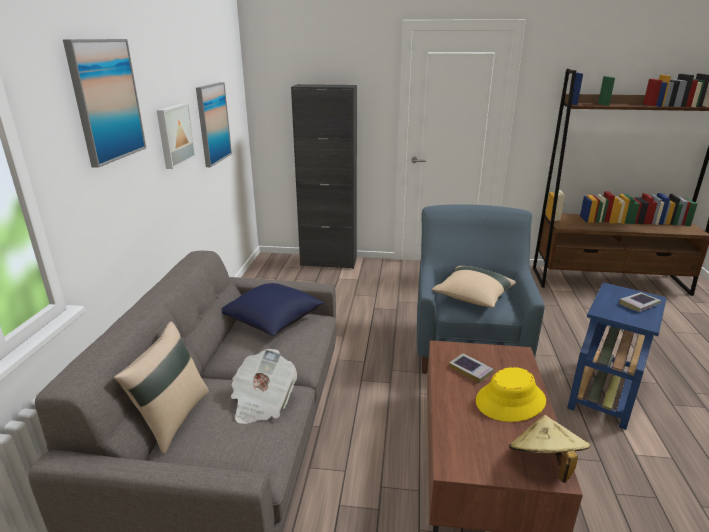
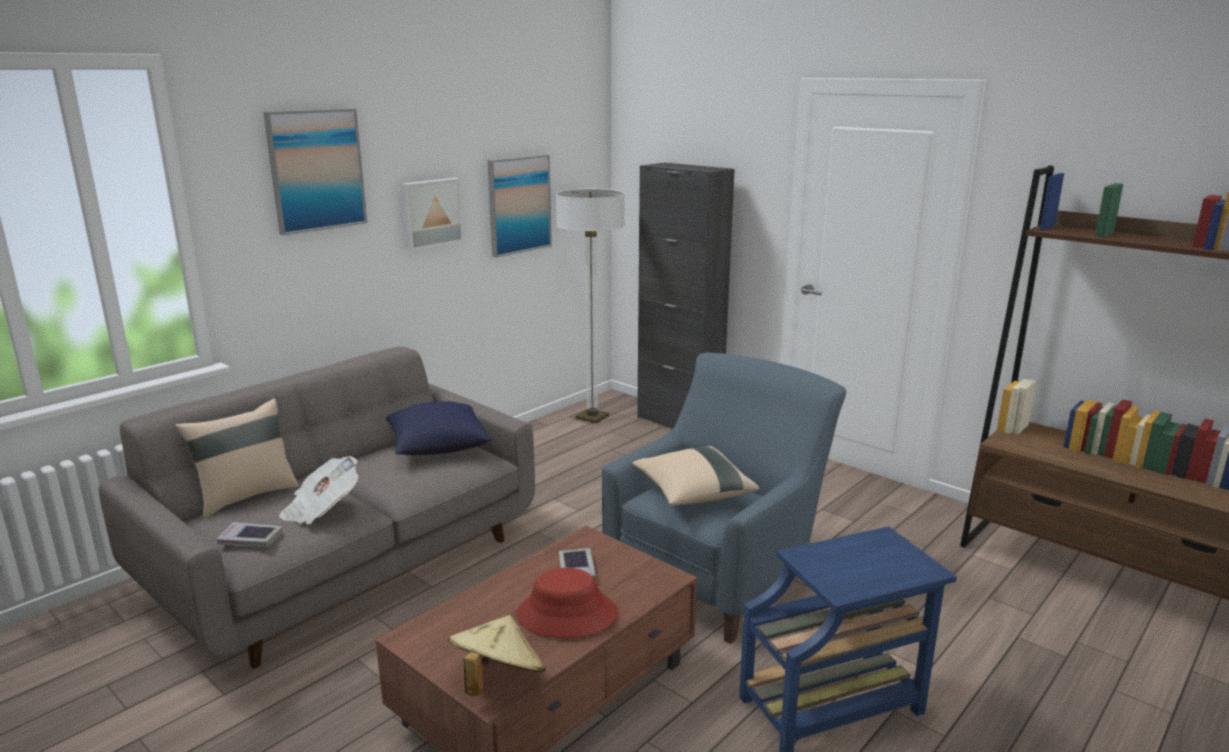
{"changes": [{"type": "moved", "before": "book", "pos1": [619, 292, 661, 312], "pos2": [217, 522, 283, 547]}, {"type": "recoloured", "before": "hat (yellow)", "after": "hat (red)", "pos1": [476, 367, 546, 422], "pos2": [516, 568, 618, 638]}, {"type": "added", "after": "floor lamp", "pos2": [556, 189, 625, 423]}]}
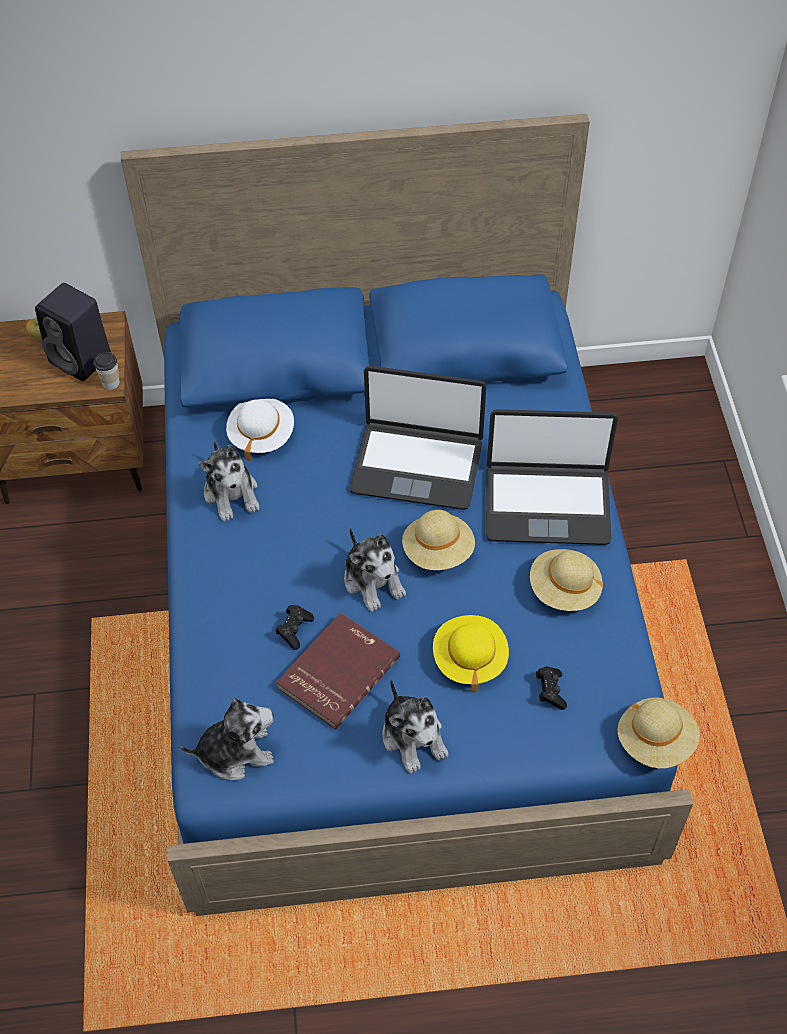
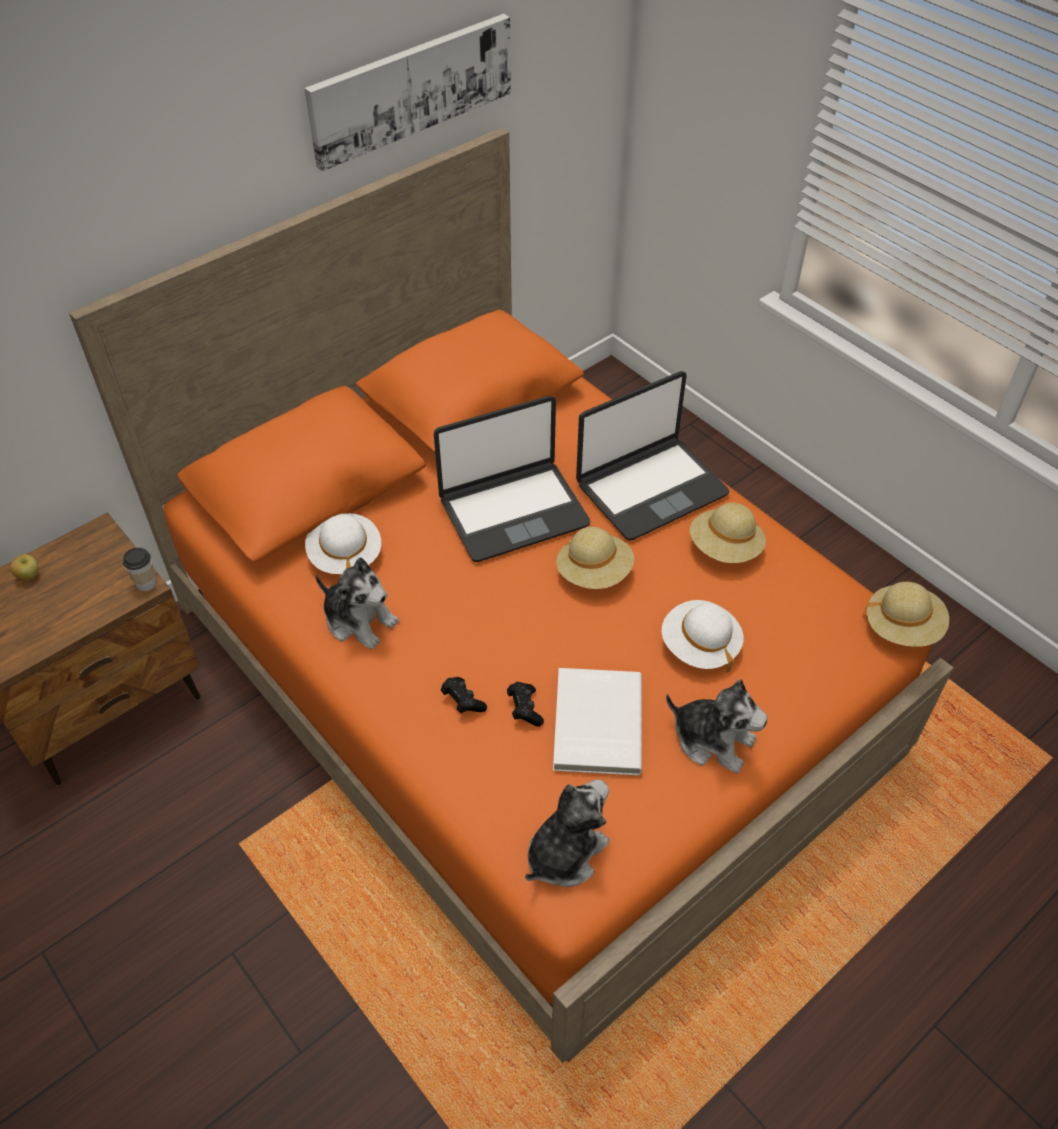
{"changes": [{"type": "recoloured", "before": "bed (blue)", "after": "bed (orange)", "pos1": [121, 114, 693, 916], "pos2": [69, 128, 954, 1063]}, {"type": "removed", "before": "speaker (black)", "pos1": [35, 283, 111, 381]}, {"type": "removed", "before": "plush toy", "pos1": [344, 527, 406, 612]}, {"type": "recoloured", "before": "book (red)", "after": "book (white)", "pos1": [276, 613, 400, 729], "pos2": [553, 668, 642, 775]}, {"type": "recoloured", "before": "hat (yellow)", "after": "hat (white)", "pos1": [433, 615, 509, 693], "pos2": [662, 600, 744, 673]}, {"type": "moved", "before": "game controller (black)", "pos1": [536, 666, 567, 710], "pos2": [441, 677, 487, 713]}, {"type": "added", "after": "picture", "pos2": [304, 14, 511, 171]}]}
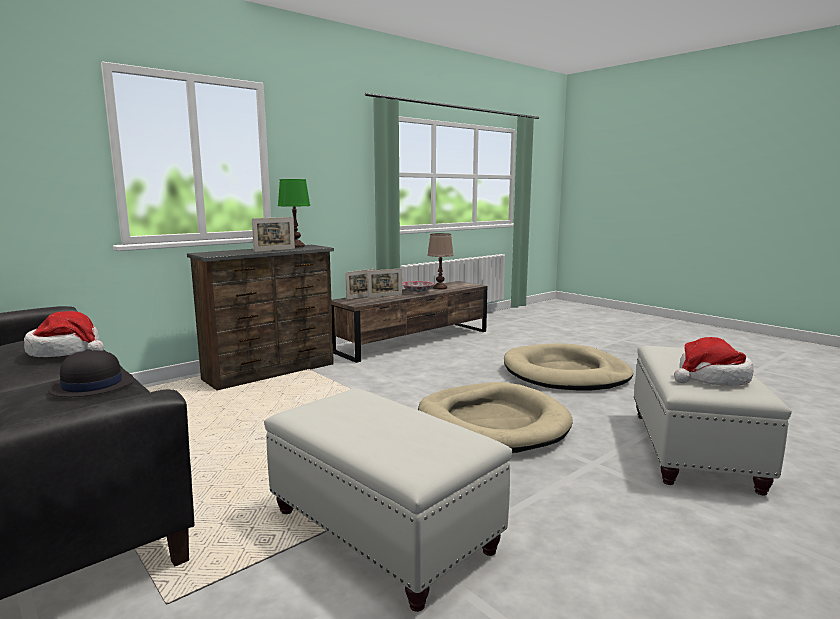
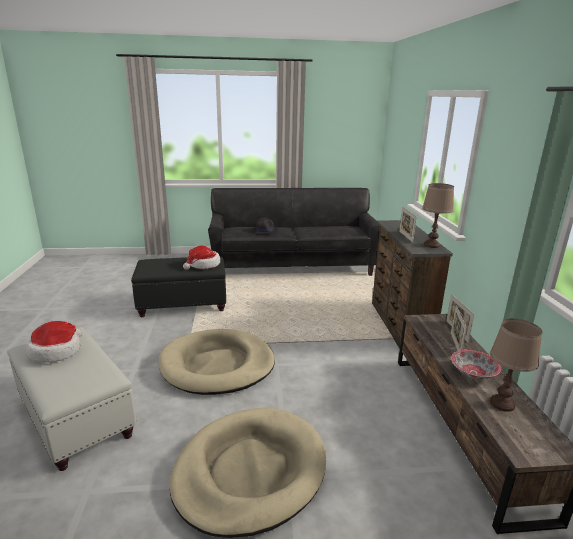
{"changes": [{"type": "recoloured", "before": "table lamp (green)", "after": "table lamp (brown)", "pos1": [278, 179, 310, 248], "pos2": [422, 183, 454, 248]}, {"type": "moved", "before": "hat", "pos1": [24, 311, 104, 357], "pos2": [183, 246, 220, 270]}, {"type": "recoloured", "before": "ottoman (white)", "after": "ottoman (black)", "pos1": [264, 389, 512, 612], "pos2": [131, 256, 226, 317]}]}
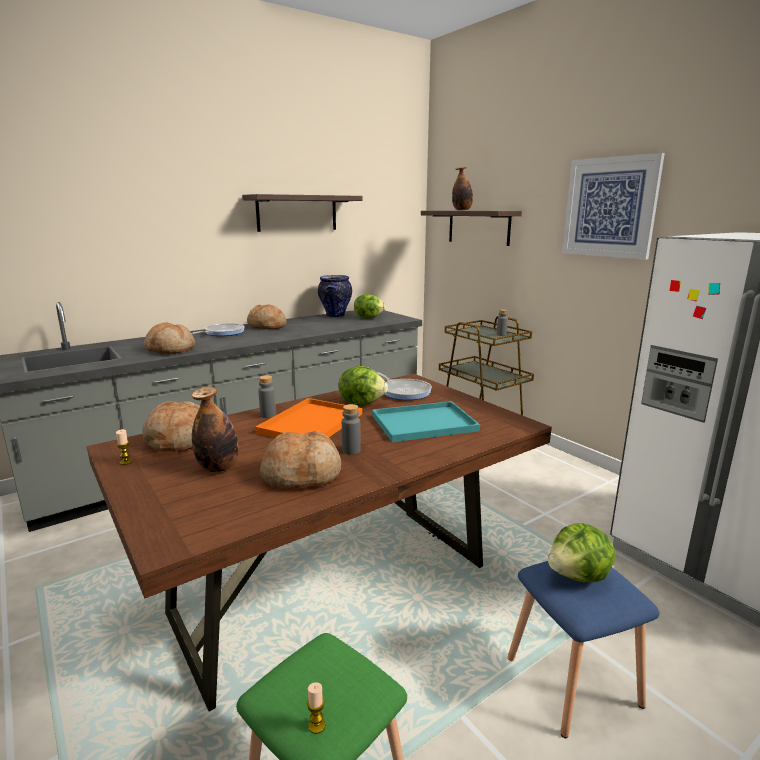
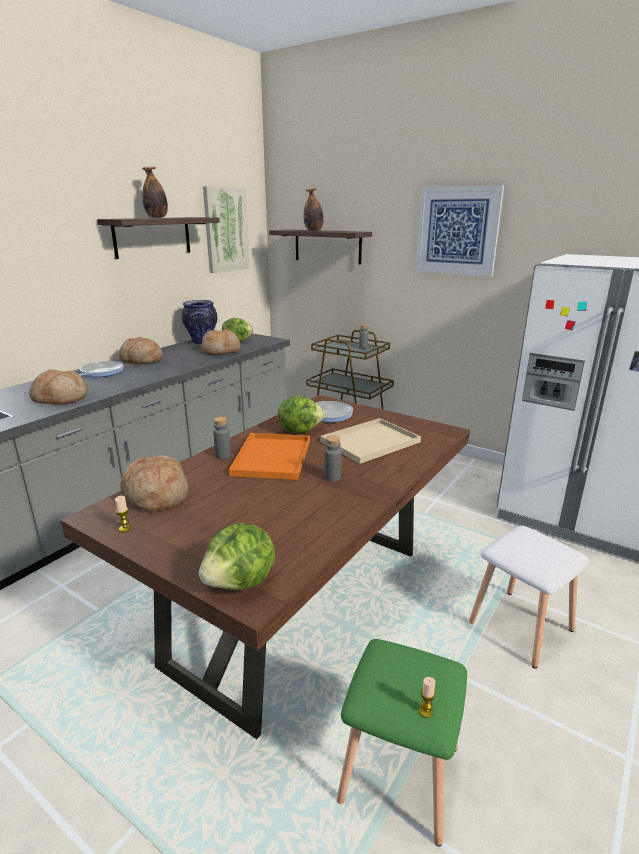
{"changes": [{"type": "moved", "before": "bottle", "pos1": [192, 386, 239, 472], "pos2": [142, 167, 168, 218]}, {"type": "recoloured", "before": "tray (turquoise)", "after": "tray (beige)", "pos1": [372, 401, 480, 442], "pos2": [320, 418, 421, 464]}, {"type": "moved", "before": "bread", "pos1": [260, 430, 341, 488], "pos2": [201, 329, 241, 355]}, {"type": "moved", "before": "lettuce", "pos1": [548, 523, 615, 583], "pos2": [199, 523, 275, 590]}, {"type": "recoloured", "before": "stool (blue)", "after": "stool (white)", "pos1": [507, 561, 660, 738], "pos2": [469, 526, 589, 668]}, {"type": "added", "after": "picture", "pos2": [203, 186, 250, 273]}]}
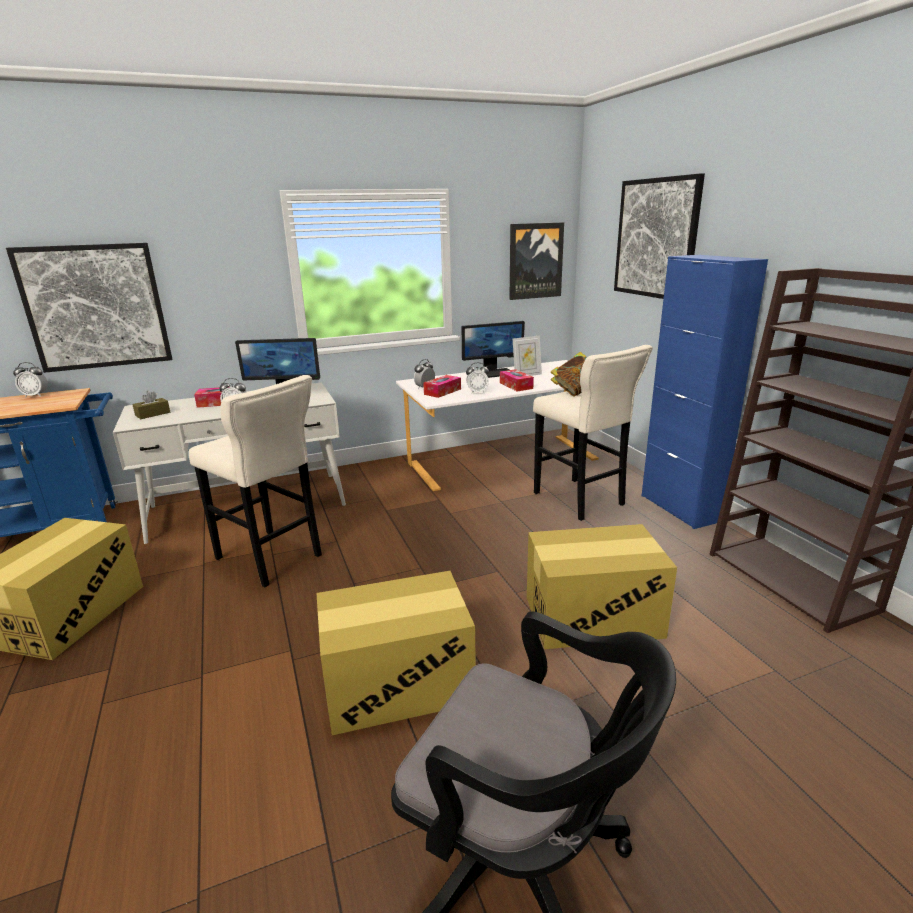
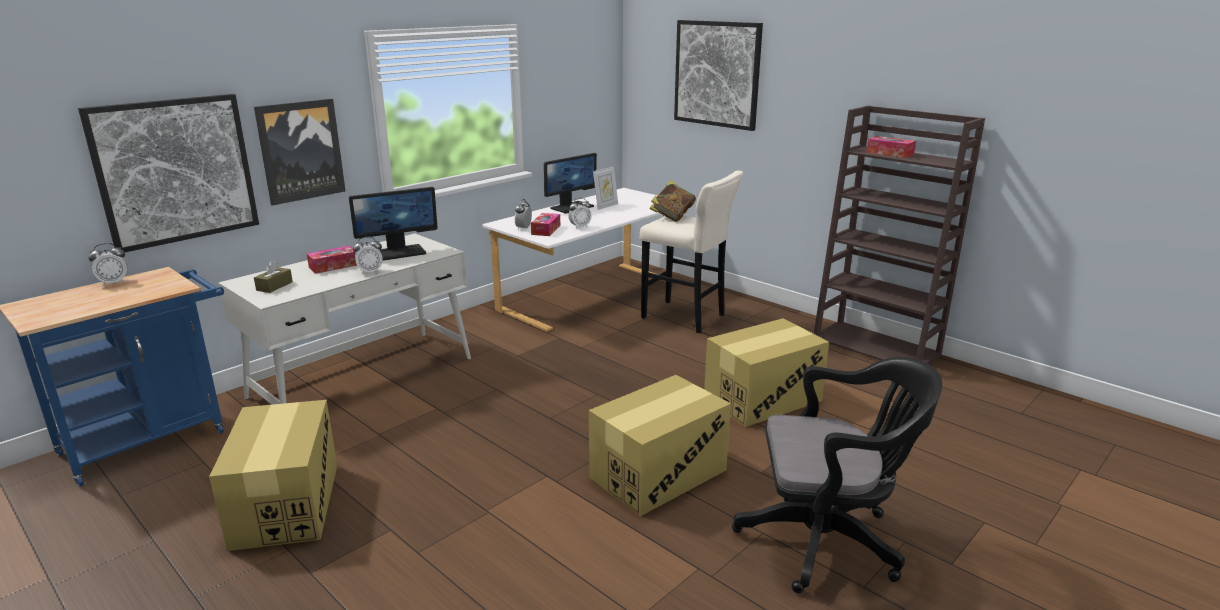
{"changes": [{"type": "moved", "before": "picture", "pos1": [509, 222, 564, 300], "pos2": [254, 99, 346, 206]}, {"type": "removed", "before": "cabinet (blue)", "pos1": [642, 255, 768, 529]}, {"type": "moved", "before": "tissue box", "pos1": [500, 369, 534, 391], "pos2": [866, 136, 916, 158]}, {"type": "removed", "before": "stool (beige)", "pos1": [189, 375, 322, 587]}]}
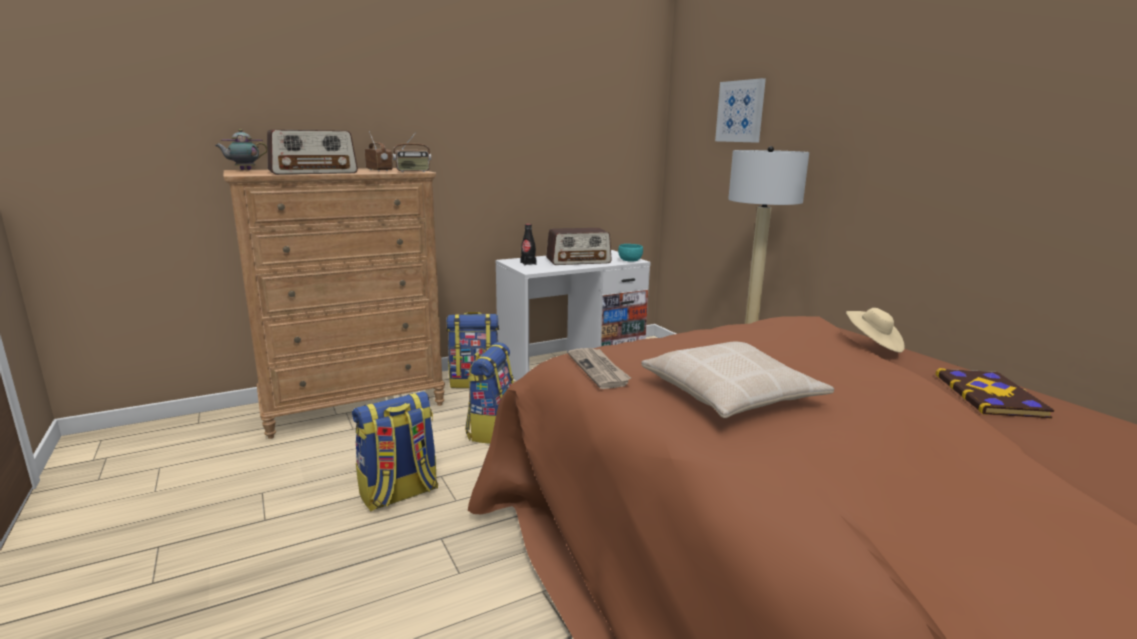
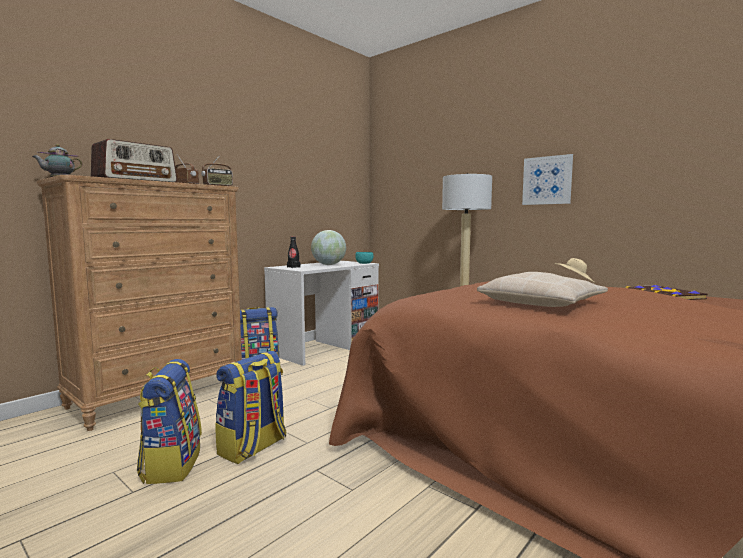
{"changes": [{"type": "moved", "before": "picture", "pos1": [715, 78, 766, 143], "pos2": [522, 154, 573, 205]}, {"type": "replaced", "before": "radio", "after": "globe", "pos1": [546, 228, 612, 265], "pos2": [311, 230, 346, 265]}, {"type": "moved", "before": "backpack", "pos1": [465, 342, 514, 444], "pos2": [137, 359, 202, 484]}, {"type": "removed", "before": "newspaper", "pos1": [568, 348, 631, 389]}]}
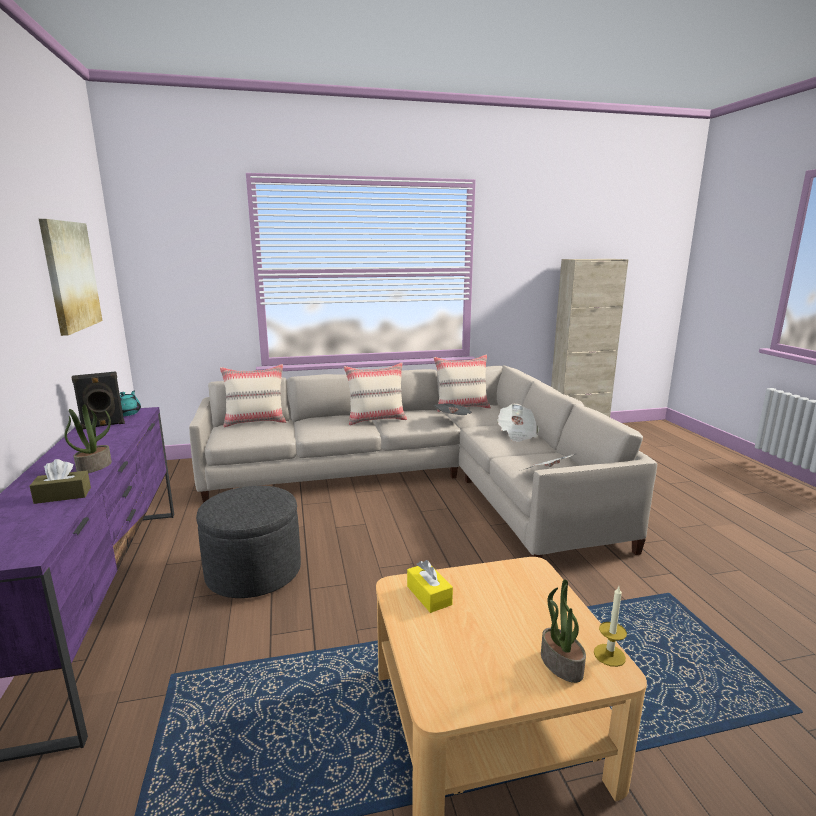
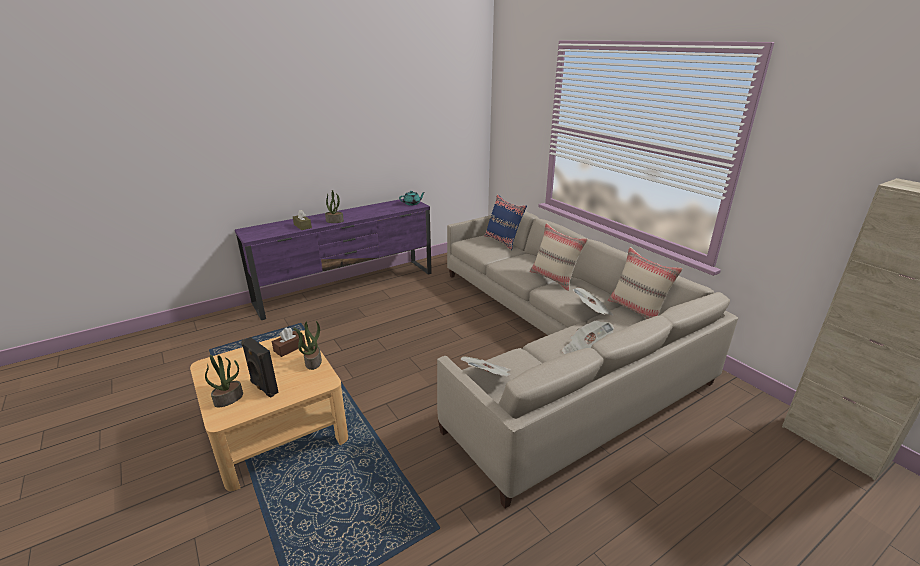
{"changes": [{"type": "removed", "before": "picture", "pos1": [39, 219, 103, 336]}, {"type": "recoloured", "before": "pillow (beige)", "after": "pillow (blue)", "pos1": [220, 364, 286, 427], "pos2": [484, 194, 527, 250]}, {"type": "moved", "before": "speaker (black)", "pos1": [71, 371, 125, 429], "pos2": [241, 337, 279, 397]}, {"type": "removed", "before": "ottoman (grey)", "pos1": [196, 486, 301, 598]}, {"type": "recoloured", "before": "tissue box (yellow)", "after": "tissue box (brown)", "pos1": [407, 560, 453, 613], "pos2": [272, 328, 306, 357]}, {"type": "removed", "before": "candle", "pos1": [594, 586, 627, 667]}, {"type": "added", "after": "potted plant", "pos2": [293, 321, 322, 370]}]}
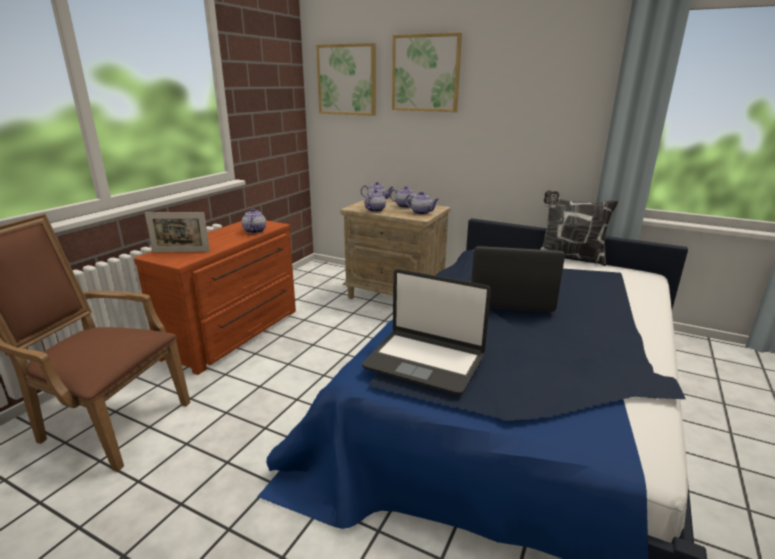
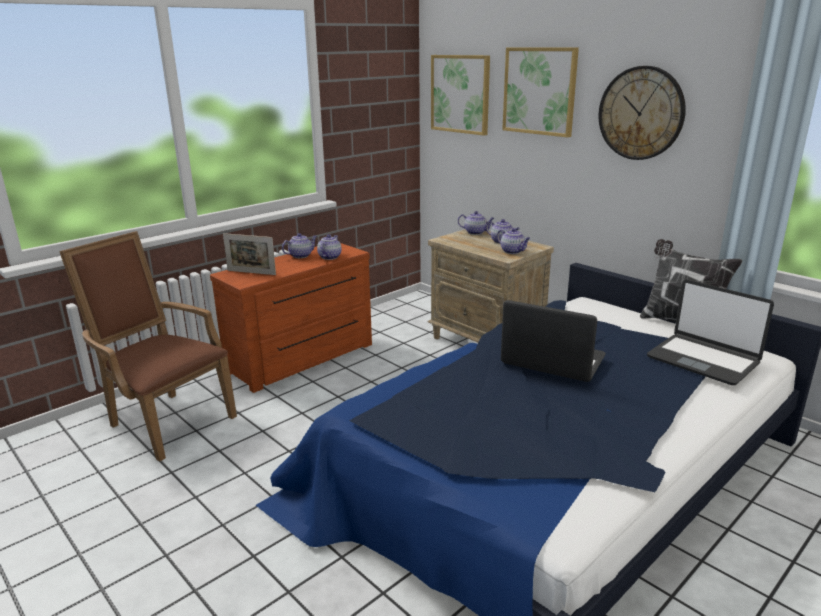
{"changes": [{"type": "moved", "before": "teapot", "pos1": [364, 189, 386, 212], "pos2": [282, 233, 317, 258]}, {"type": "moved", "before": "laptop", "pos1": [362, 269, 491, 395], "pos2": [647, 280, 774, 385]}, {"type": "added", "after": "wall clock", "pos2": [599, 66, 686, 160]}]}
